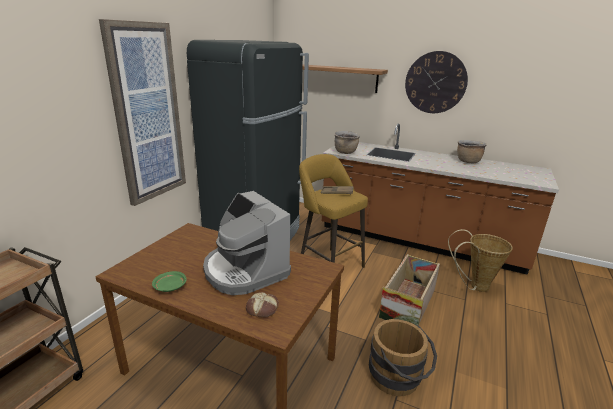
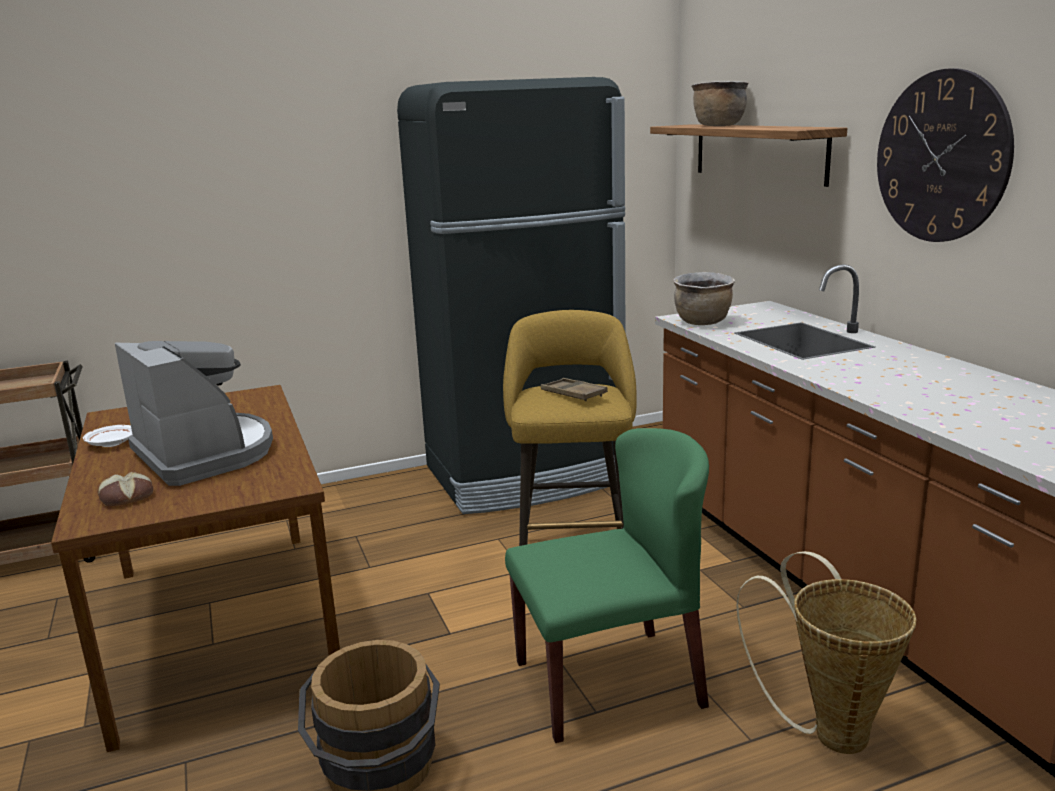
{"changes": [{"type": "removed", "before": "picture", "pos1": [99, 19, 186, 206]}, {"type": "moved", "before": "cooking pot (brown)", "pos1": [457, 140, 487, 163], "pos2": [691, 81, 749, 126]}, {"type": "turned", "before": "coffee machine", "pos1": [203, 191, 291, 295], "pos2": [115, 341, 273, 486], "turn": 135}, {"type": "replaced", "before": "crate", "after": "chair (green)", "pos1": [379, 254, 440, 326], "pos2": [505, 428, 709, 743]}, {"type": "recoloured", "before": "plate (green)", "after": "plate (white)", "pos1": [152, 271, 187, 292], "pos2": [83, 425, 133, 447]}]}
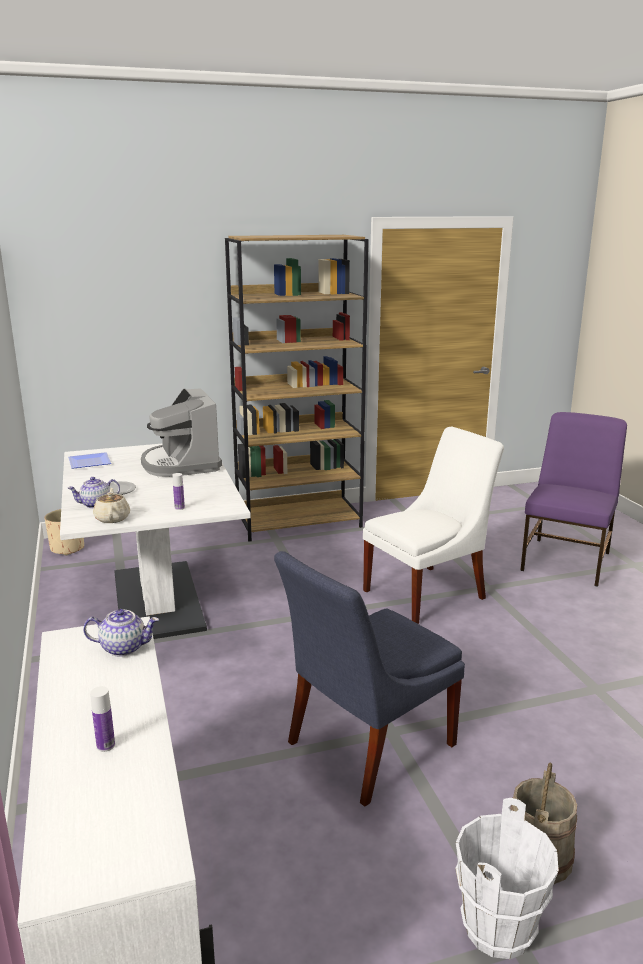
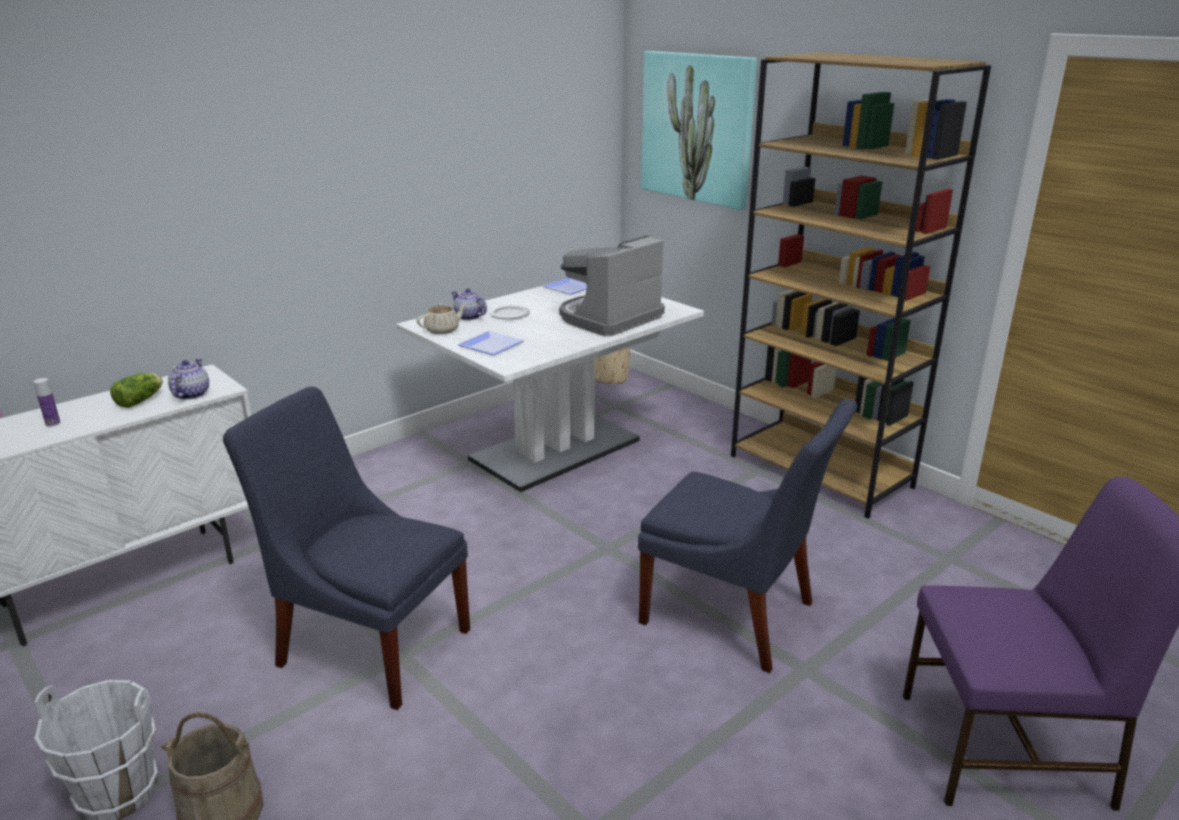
{"changes": [{"type": "recoloured", "before": "chair (white)", "after": "chair (blue)", "pos1": [363, 427, 504, 624], "pos2": [638, 399, 857, 673]}, {"type": "replaced", "before": "bottle", "after": "plate", "pos1": [173, 473, 185, 510], "pos2": [458, 331, 524, 355]}, {"type": "turned", "before": "teapot", "pos1": [83, 609, 159, 657], "pos2": [168, 358, 209, 400], "turn": -150}, {"type": "added", "after": "picture", "pos2": [641, 51, 757, 210]}, {"type": "added", "after": "lettuce", "pos2": [110, 373, 163, 408]}]}
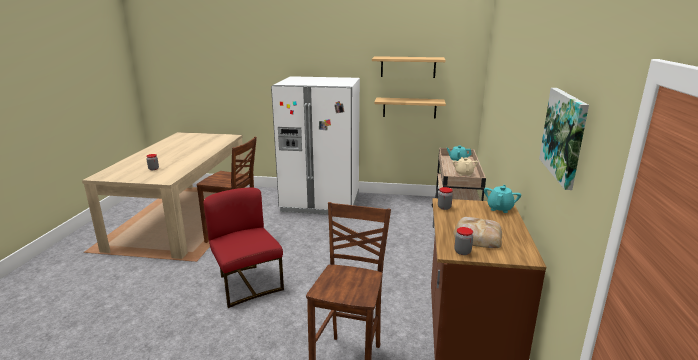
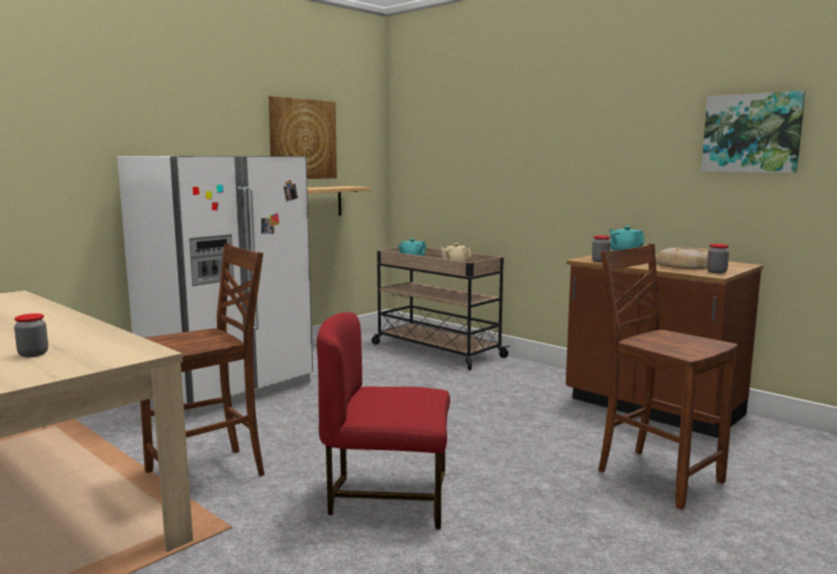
{"changes": [{"type": "replaced", "before": "shelf", "after": "picture", "pos1": [372, 56, 445, 78], "pos2": [269, 96, 337, 179]}]}
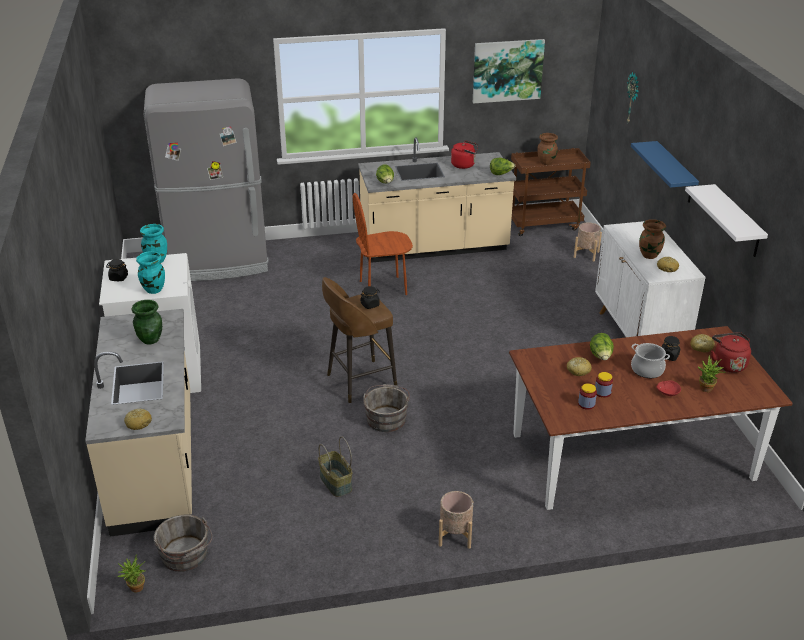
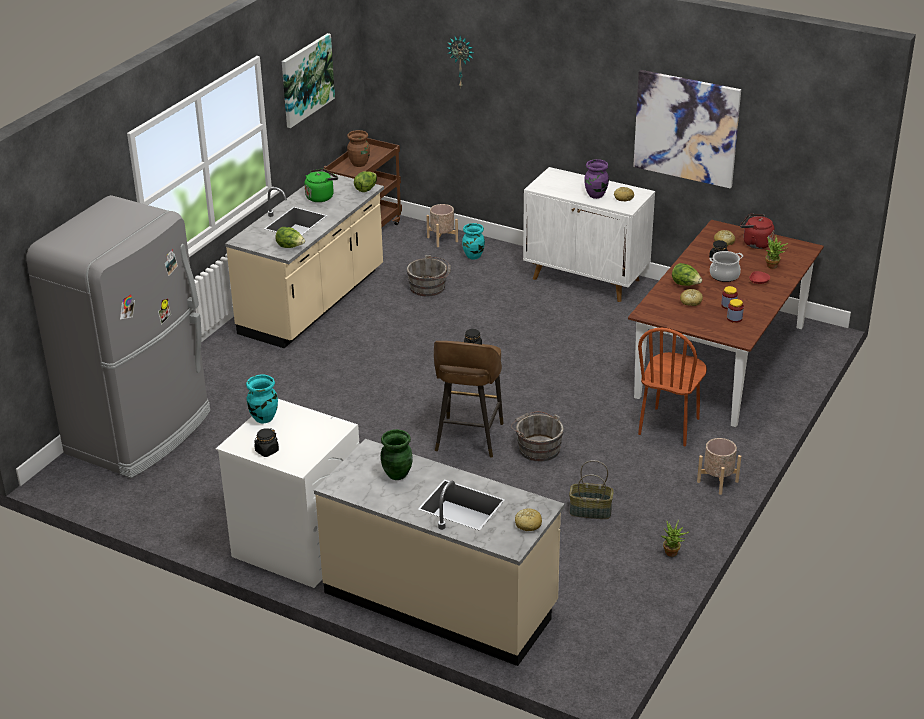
{"changes": [{"type": "recoloured", "before": "kettle (red)", "after": "kettle (green)", "pos1": [451, 140, 478, 169], "pos2": [304, 169, 338, 202]}, {"type": "removed", "before": "shelf (blue)", "pos1": [631, 141, 699, 203]}, {"type": "replaced", "before": "shelf (white)", "after": "picture", "pos1": [685, 184, 768, 257], "pos2": [633, 70, 741, 188]}, {"type": "moved", "before": "chair (brown)", "pos1": [353, 193, 413, 295], "pos2": [638, 328, 707, 446]}, {"type": "recoloured", "before": "vase (brown)", "after": "vase (purple)", "pos1": [639, 219, 666, 259], "pos2": [584, 159, 609, 199]}, {"type": "moved", "before": "vase (turquoise)", "pos1": [136, 251, 165, 294], "pos2": [462, 223, 485, 260]}, {"type": "moved", "before": "bucket (grey)", "pos1": [154, 514, 212, 572], "pos2": [406, 255, 451, 296]}, {"type": "moved", "before": "potted plant", "pos1": [117, 554, 146, 593], "pos2": [661, 520, 689, 557]}]}
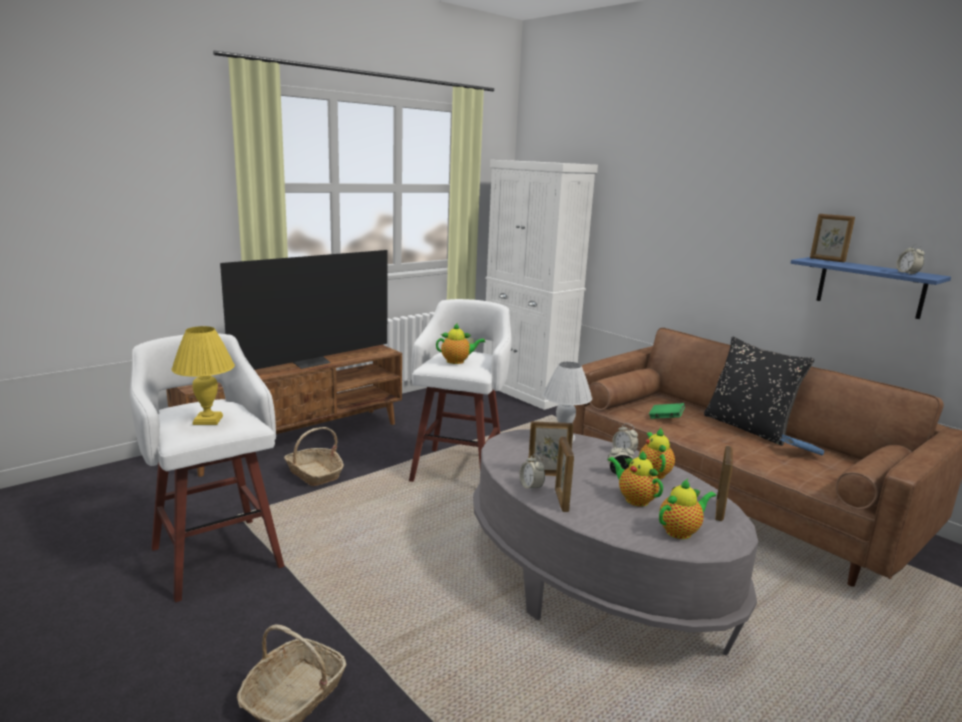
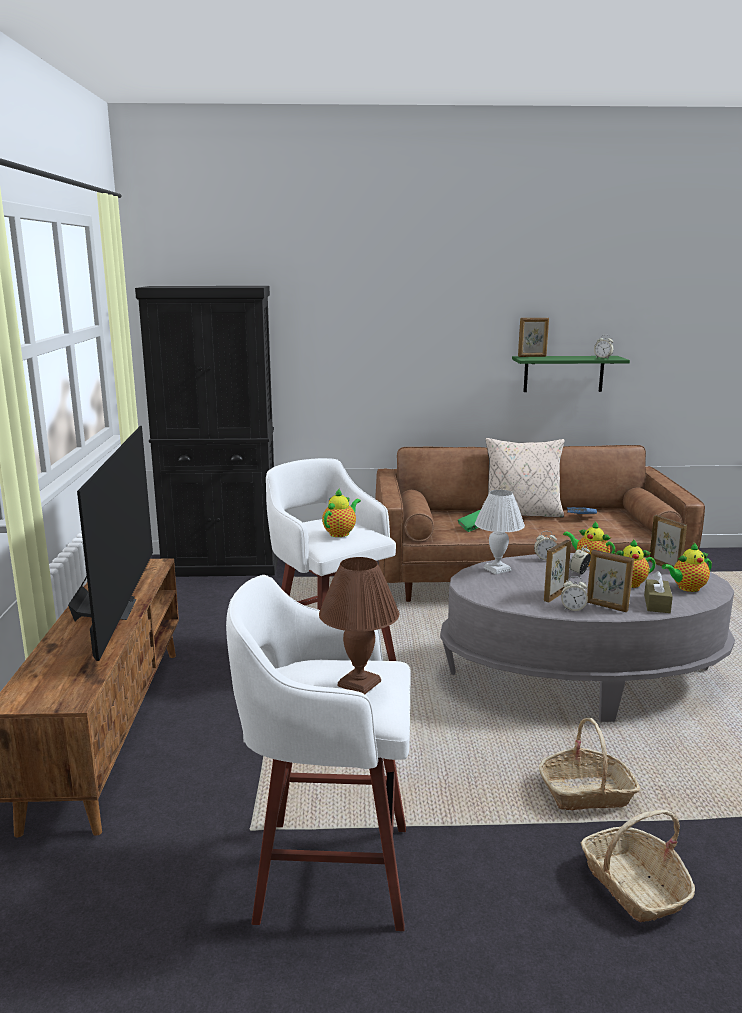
{"changes": [{"type": "recoloured", "before": "cabinet (white)", "after": "cabinet (black)", "pos1": [483, 160, 598, 410], "pos2": [135, 286, 278, 577]}, {"type": "recoloured", "before": "shelf (blue)", "after": "shelf (green)", "pos1": [791, 257, 951, 319], "pos2": [512, 356, 630, 392]}, {"type": "recoloured", "before": "table lamp (yellow)", "after": "table lamp (brown)", "pos1": [171, 326, 235, 425], "pos2": [319, 557, 399, 694]}, {"type": "recoloured", "before": "pillow (black)", "after": "pillow (beige)", "pos1": [704, 336, 814, 446], "pos2": [485, 438, 565, 518]}, {"type": "moved", "before": "basket", "pos1": [284, 427, 344, 486], "pos2": [539, 718, 640, 810]}, {"type": "turned", "before": "teapot", "pos1": [659, 479, 716, 539], "pos2": [662, 543, 712, 592], "turn": -120}, {"type": "added", "after": "tissue box (brown)", "pos2": [644, 571, 673, 613]}]}
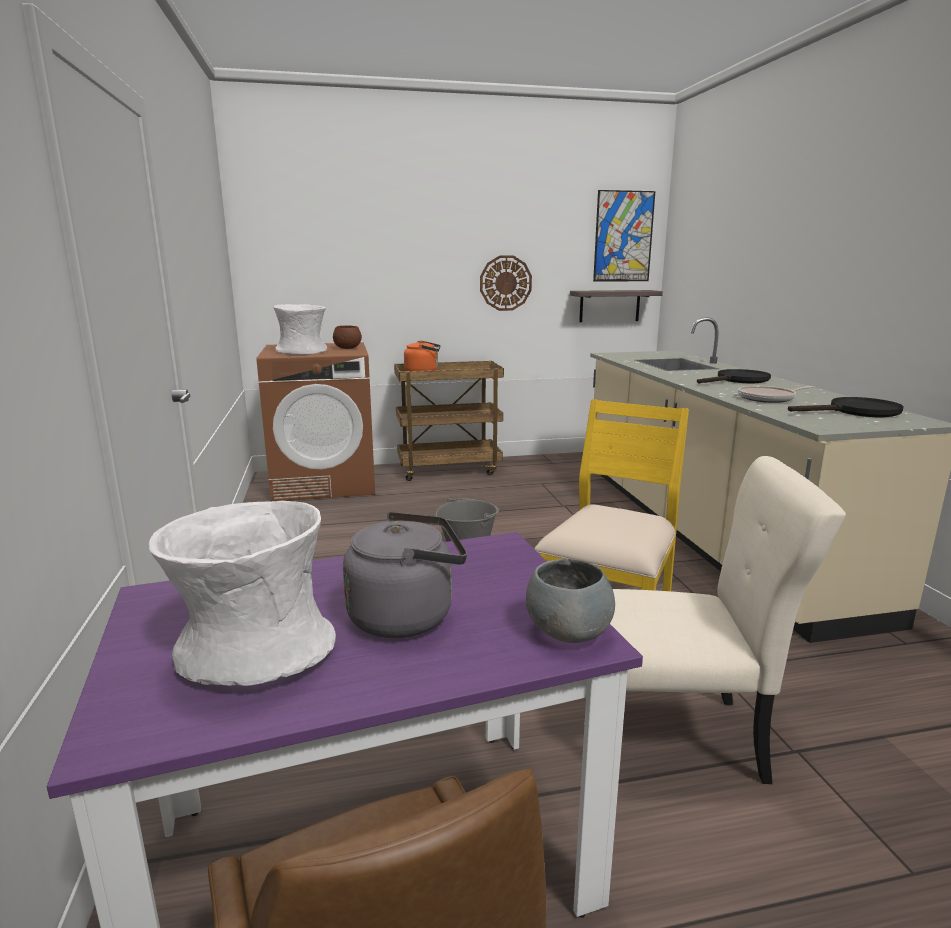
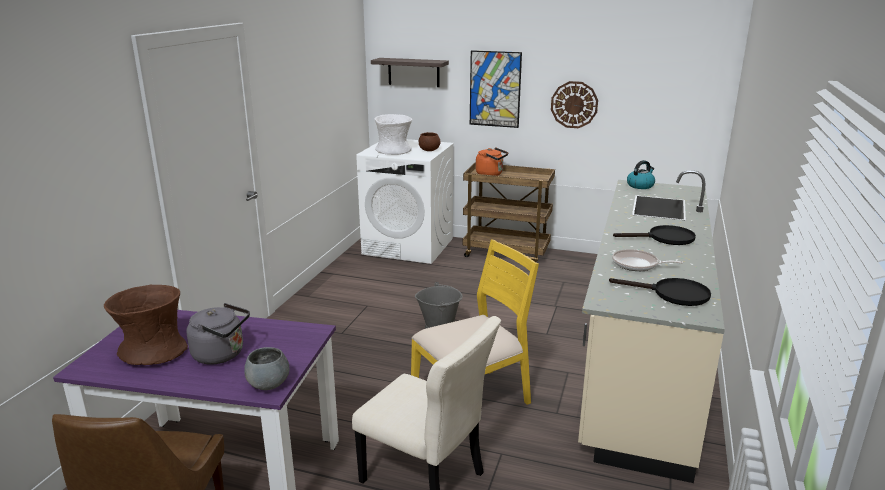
{"changes": [{"type": "moved", "before": "picture", "pos1": [593, 190, 655, 282], "pos2": [470, 50, 522, 128]}, {"type": "moved", "before": "shelf", "pos1": [570, 290, 663, 322], "pos2": [371, 58, 449, 87]}, {"type": "recoloured", "before": "washing machine (brown)", "after": "washing machine (white)", "pos1": [256, 342, 375, 501], "pos2": [356, 139, 454, 264]}, {"type": "recoloured", "before": "vase (white)", "after": "vase (brown)", "pos1": [149, 501, 336, 686], "pos2": [104, 284, 188, 365]}, {"type": "added", "after": "kettle", "pos2": [627, 160, 655, 189]}]}
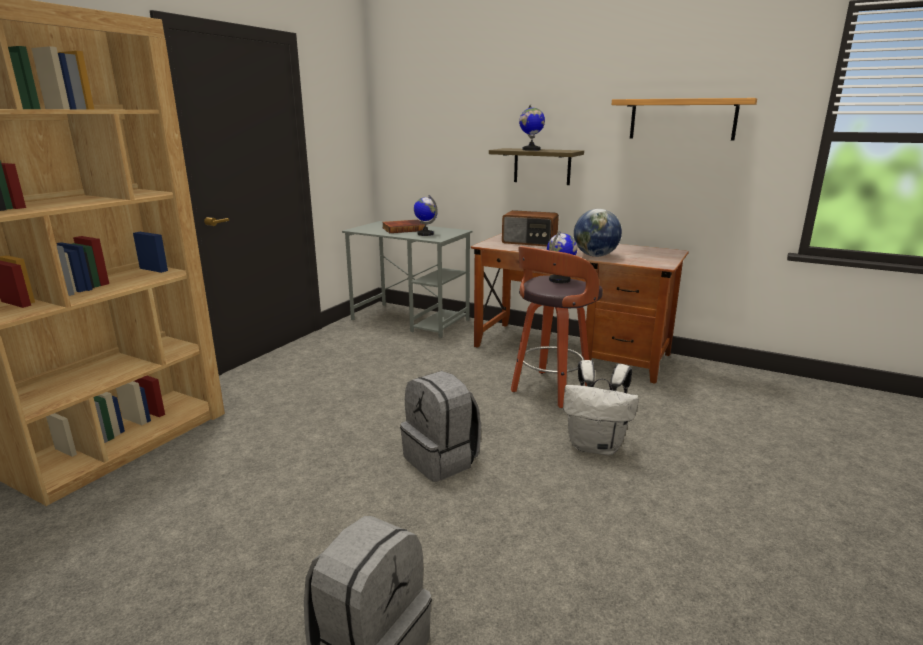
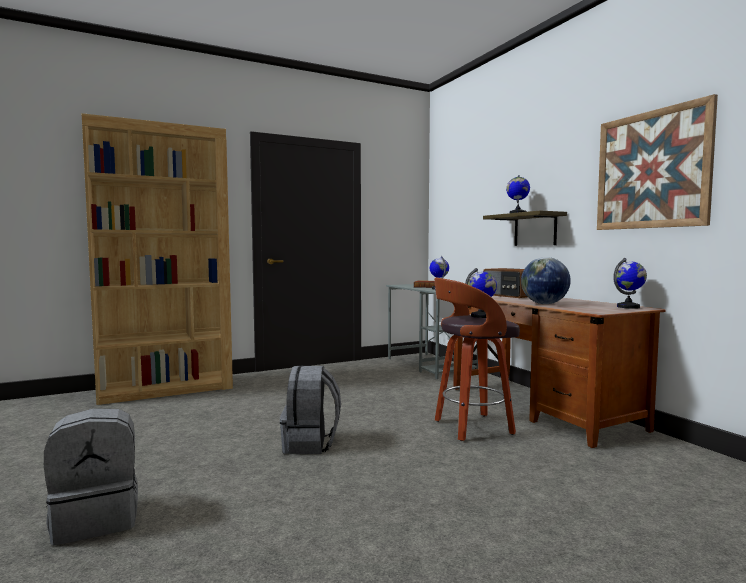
{"changes": [{"type": "replaced", "before": "shelf", "after": "picture", "pos1": [612, 98, 757, 141], "pos2": [597, 94, 718, 230]}, {"type": "removed", "before": "backpack (white)", "pos1": [563, 360, 639, 455]}, {"type": "added", "after": "globe", "pos2": [613, 258, 647, 309]}]}
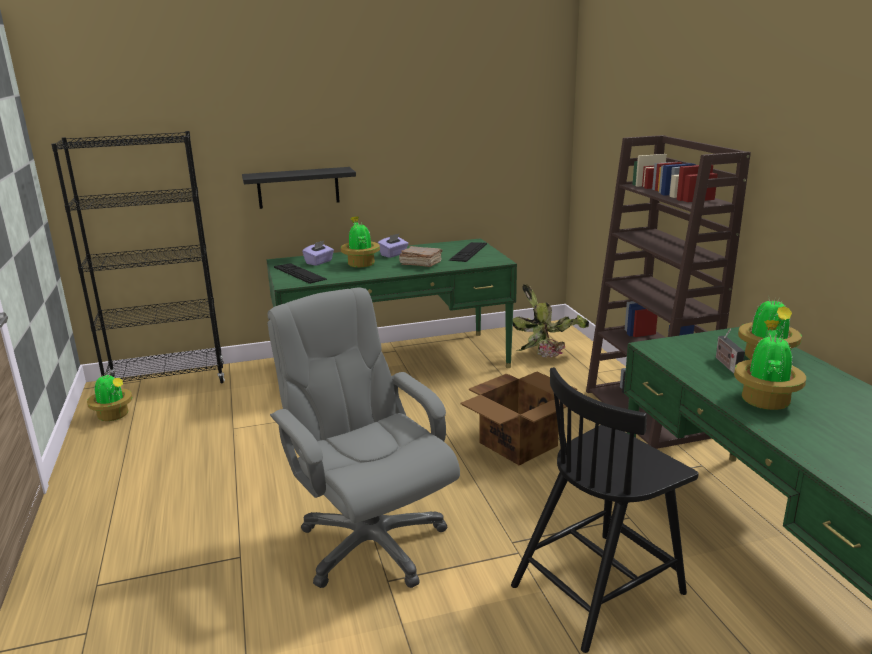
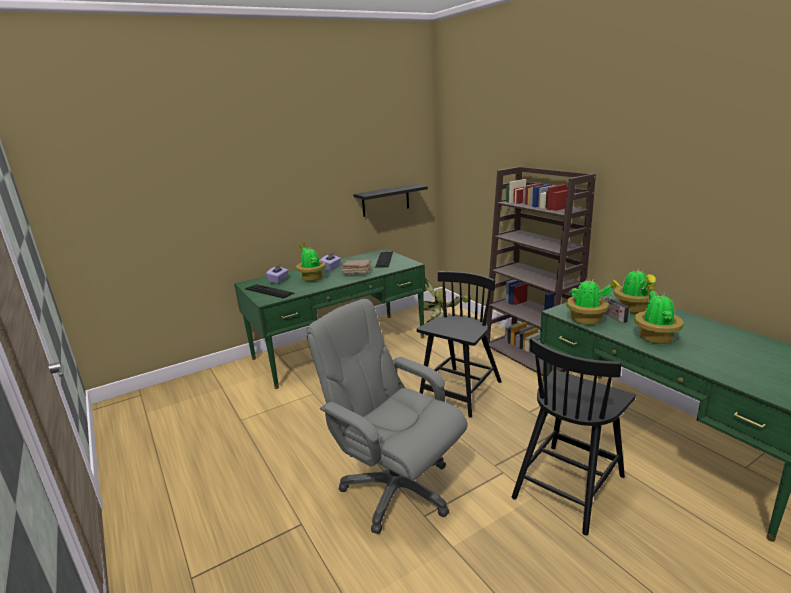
{"changes": [{"type": "removed", "before": "bookcase (black)", "pos1": [51, 131, 225, 384]}, {"type": "moved", "before": "shelf (black)", "pos1": [242, 167, 356, 209], "pos2": [353, 184, 428, 217]}, {"type": "moved", "before": "potted plant", "pos1": [87, 371, 133, 421], "pos2": [566, 278, 620, 325]}, {"type": "replaced", "before": "cardboard box", "after": "chair (black)", "pos1": [460, 372, 577, 465], "pos2": [417, 271, 502, 418]}]}
